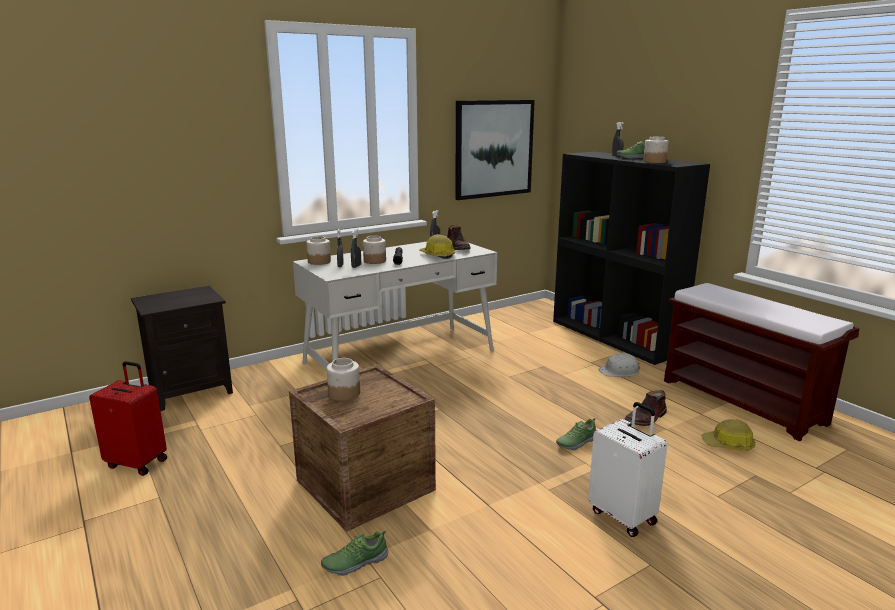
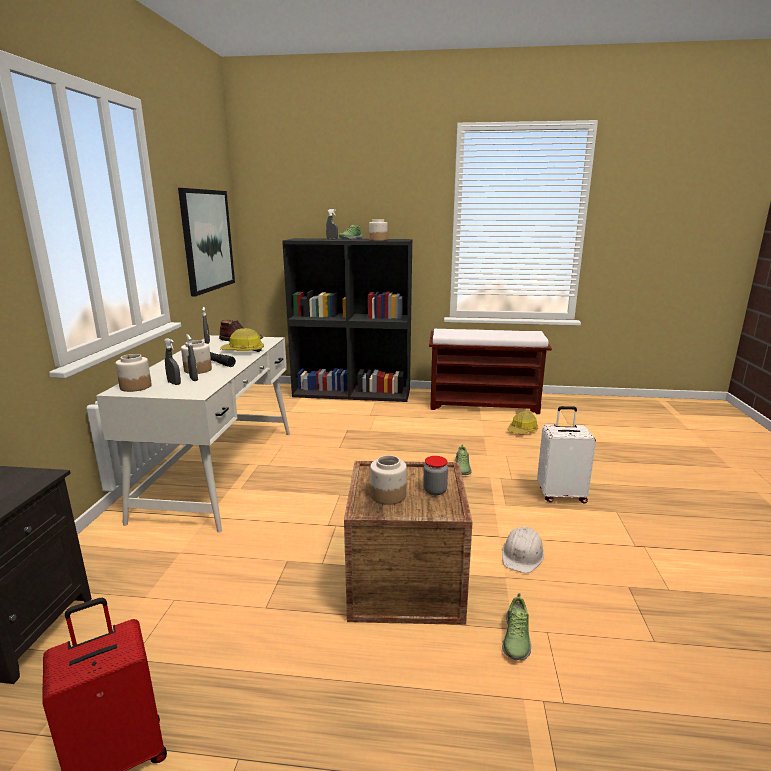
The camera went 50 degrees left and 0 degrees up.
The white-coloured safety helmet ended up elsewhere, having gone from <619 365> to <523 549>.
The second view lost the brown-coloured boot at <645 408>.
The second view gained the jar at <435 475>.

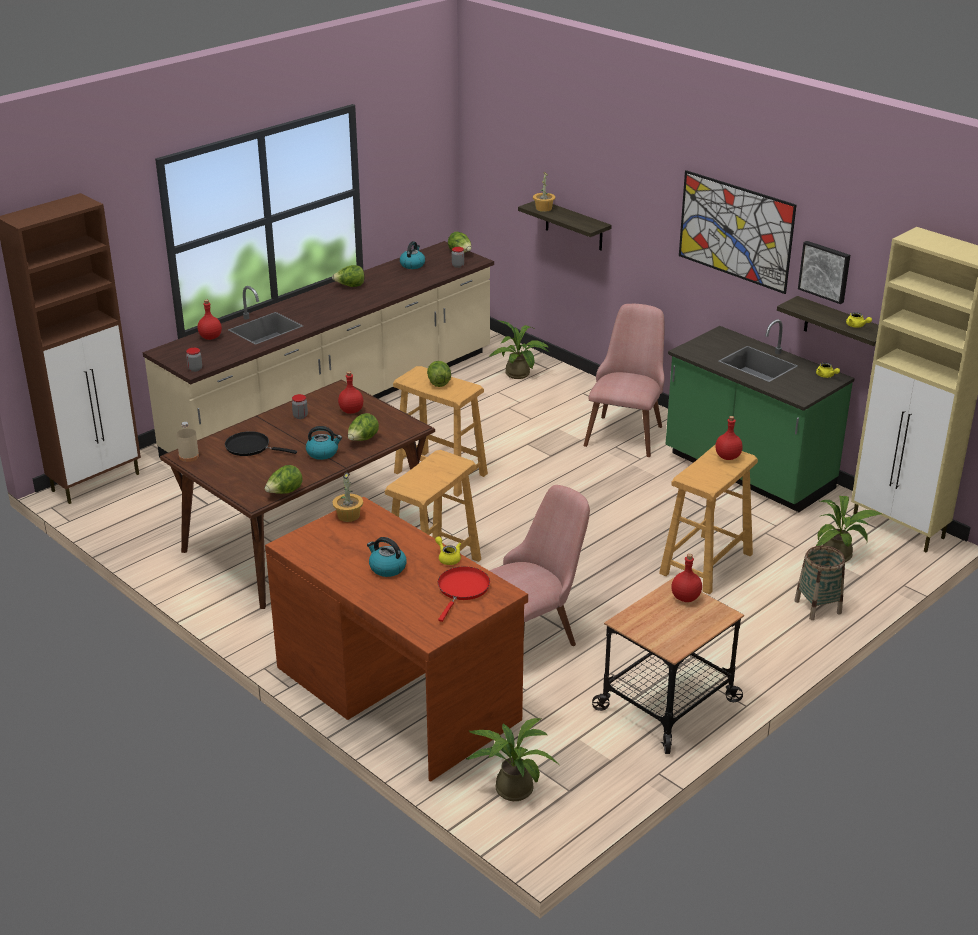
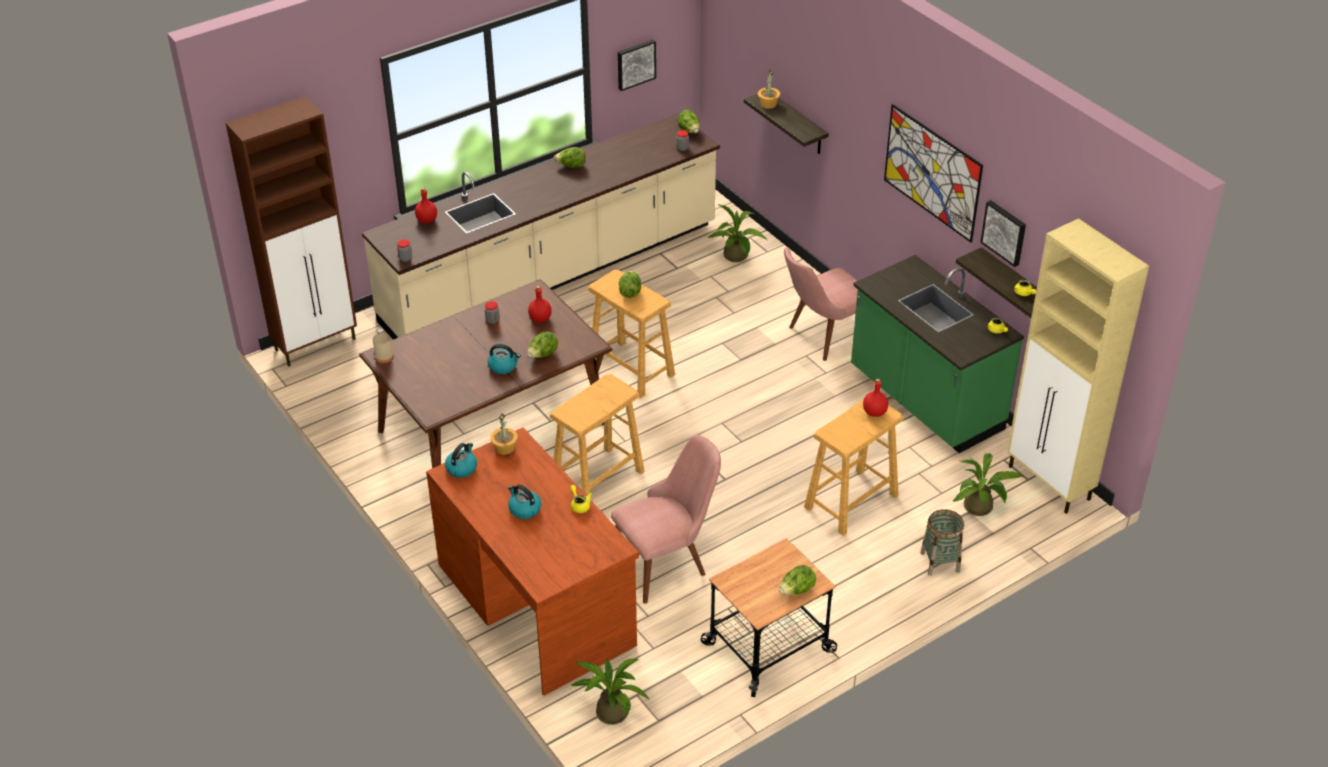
The camera went 10 degrees right and 10 degrees up.
The water kettle ended up elsewhere, having gone from <412 255> to <461 460>.
The pink-coloured upright chair at <624 380> ended up facing another way, 150 degrees counterclockwise from before.
The second view lost the black-coloured skillet at <261 443>.
The head of lettuce ended up elsewhere, having gone from <284 479> to <797 580>.
The second view lost the reddish drink bottle at <687 578>.
The second view lost the reddish skillet at <464 594>.
The second view gained the wall art at <637 65>.

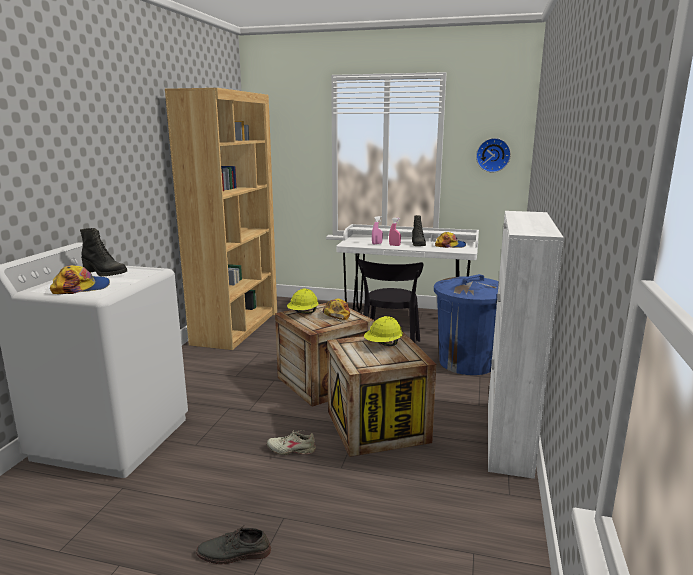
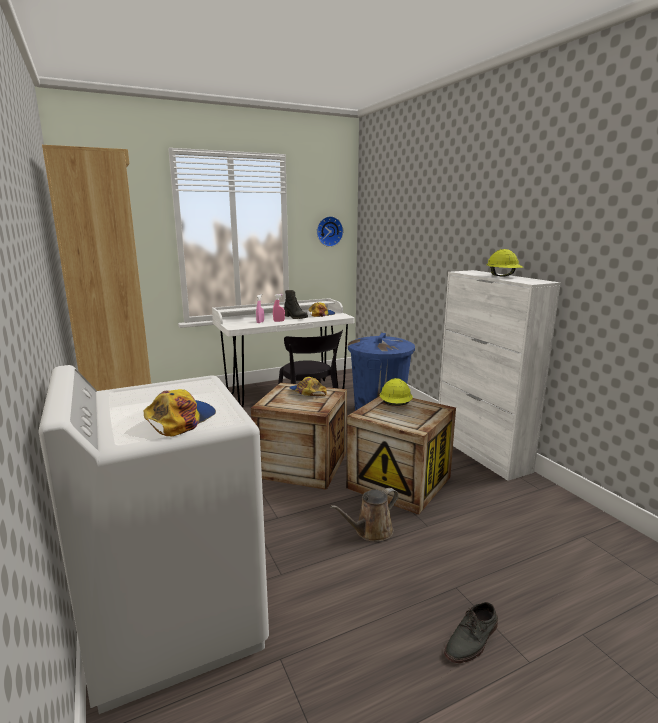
The camera went 40 degrees left and 0 degrees up.
The second view lost the black-coloured boot at <103 252>.
The yellowish safety helmet ended up elsewhere, having gone from <303 301> to <505 263>.
Where the beige item of footwear stood at <291 442>, the brown-coloured sprinkling can came to stand at <364 514>.

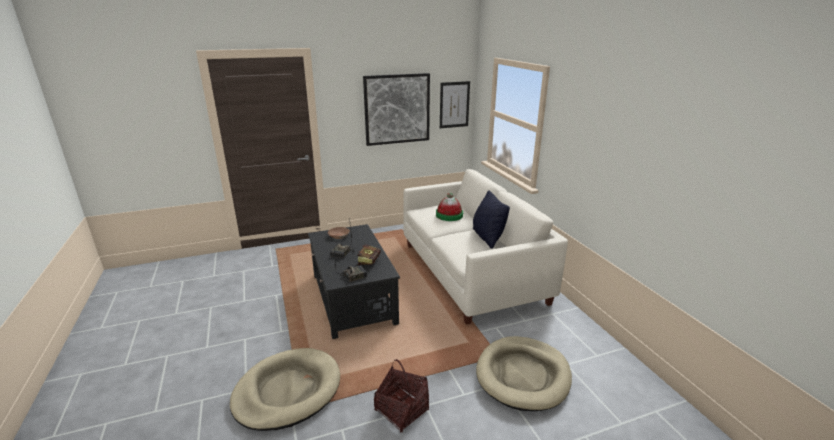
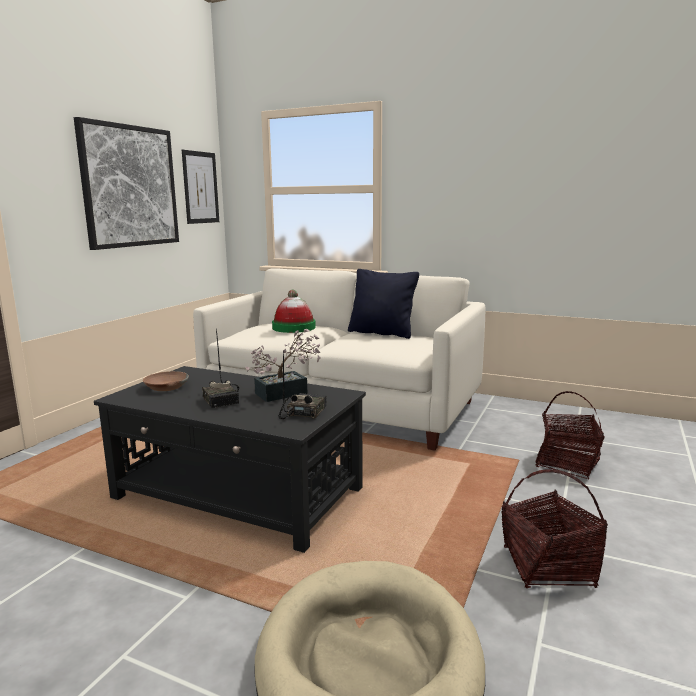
The camera went 45 degrees left and 10 degrees down.
Where the book stood at <369 254>, the houseplant came to stand at <283 365>.
Where the beige dog bed stood at <524 373>, the storage basket came to stand at <570 435>.

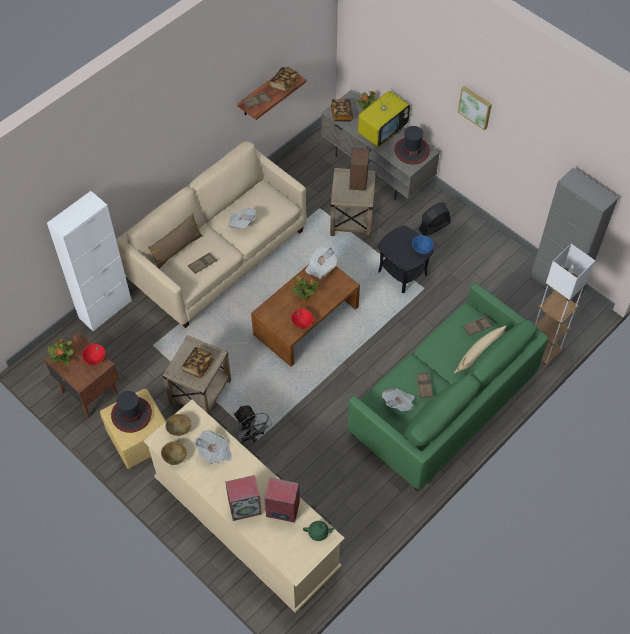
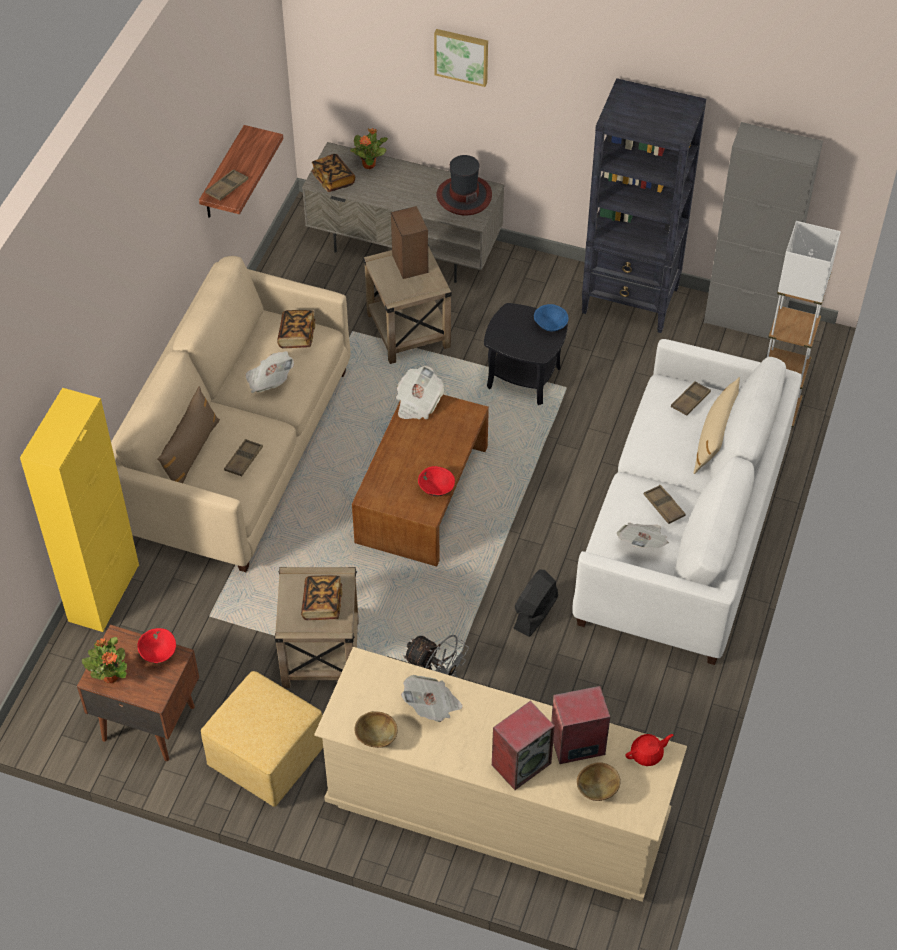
The camera went 25 degrees left and 5 degrees down.
The book ended up elsewhere, having gone from <284 80> to <296 329>.
The wall art ended up elsewhere, having gone from <475 108> to <461 58>.
The second view lost the TV at <384 117>.
What was the white-coloured storage cabinet at <89 261> turned into the yellowish storage cabinet at <79 510>.
The black-coloured fan ended up elsewhere, having gone from <435 219> to <535 603>.
The second view lost the houseplant at <304 287>.
What was the greenish settee at <447 387> turned into the white-coloured settee at <687 502>.
The second view lost the wearable hat at <131 412>.
The brown-coloured serving bowl ended up elsewhere, having gone from <178 425> to <599 781>.
What was the greenish tea pot at <319 531> turned into the reddish tea pot at <650 750>.
The second view gained the black-coloured bookshelf at <644 205>.

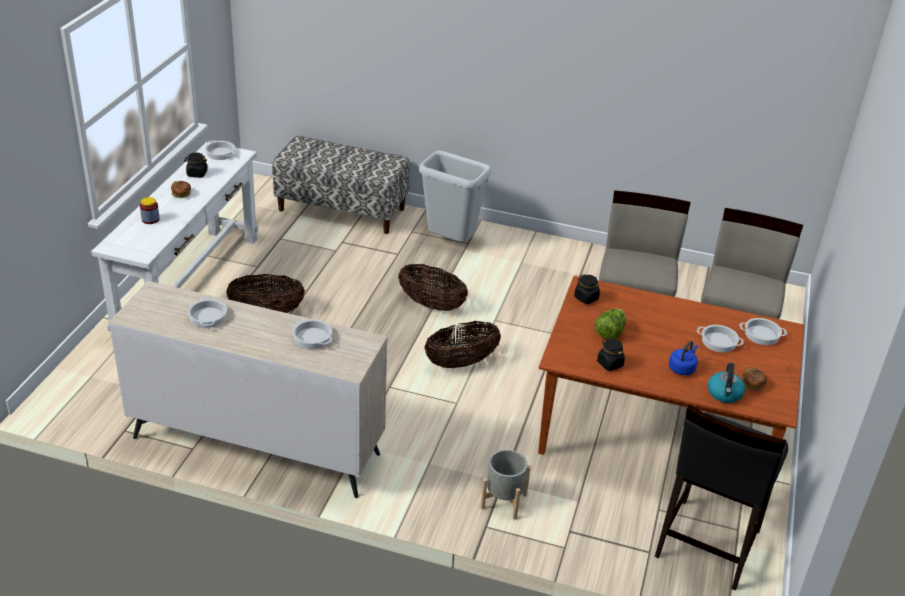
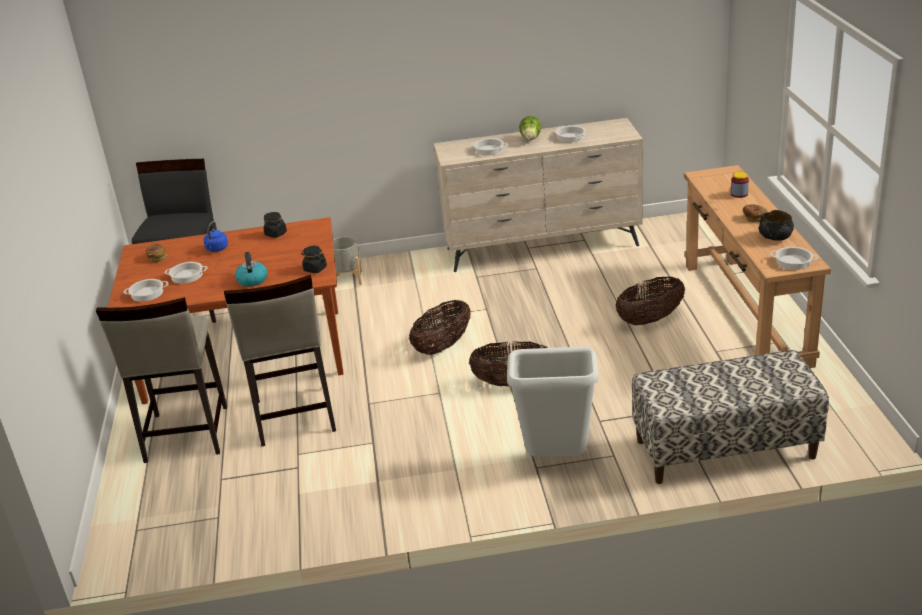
The camera went 160 degrees right and 5 degrees down.
What was the white-coloured narrow table at <174 237> turned into the brown-coloured narrow table at <757 266>.
Where the black-coloured jar stood at <196 165>, the black-coloured serving bowl came to stand at <776 225>.
The head of lettuce ended up elsewhere, having gone from <610 324> to <530 128>.
The water kettle ended up elsewhere, having gone from <726 383> to <251 269>.

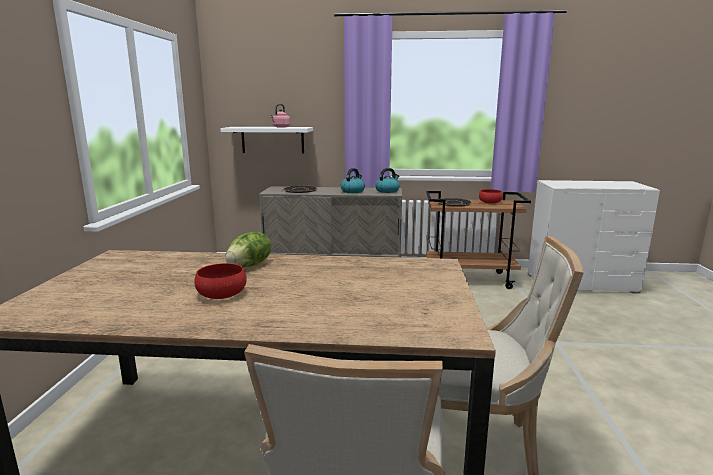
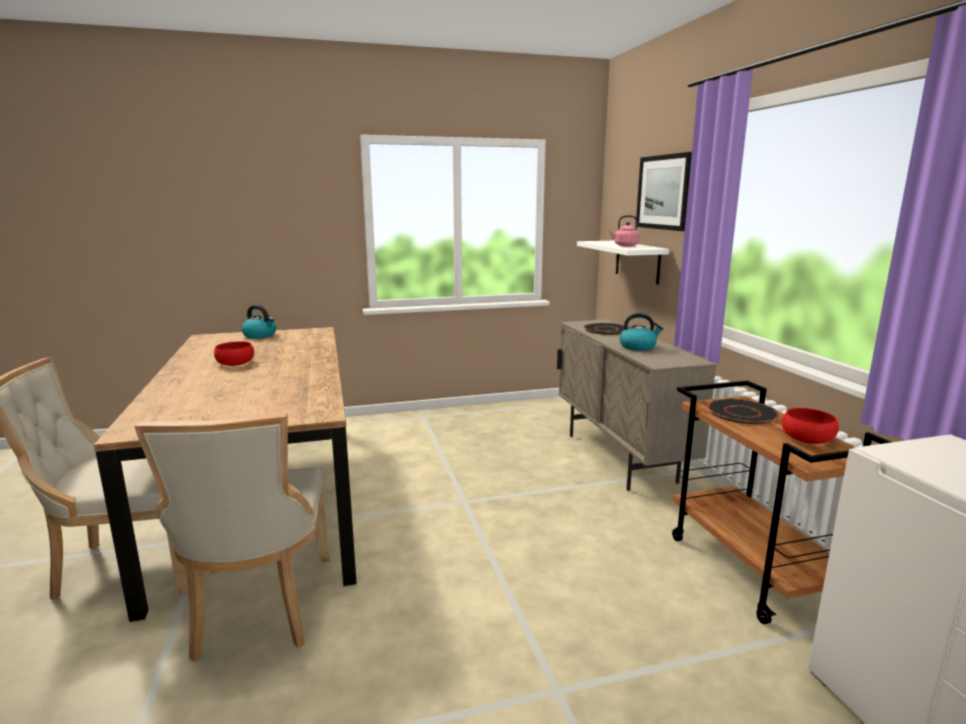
The camera went 70 degrees right and 0 degrees up.
The water kettle ended up elsewhere, having gone from <387 180> to <258 322>.
The second view lost the head of lettuce at <248 249>.
The second view gained the wall art at <664 191>.

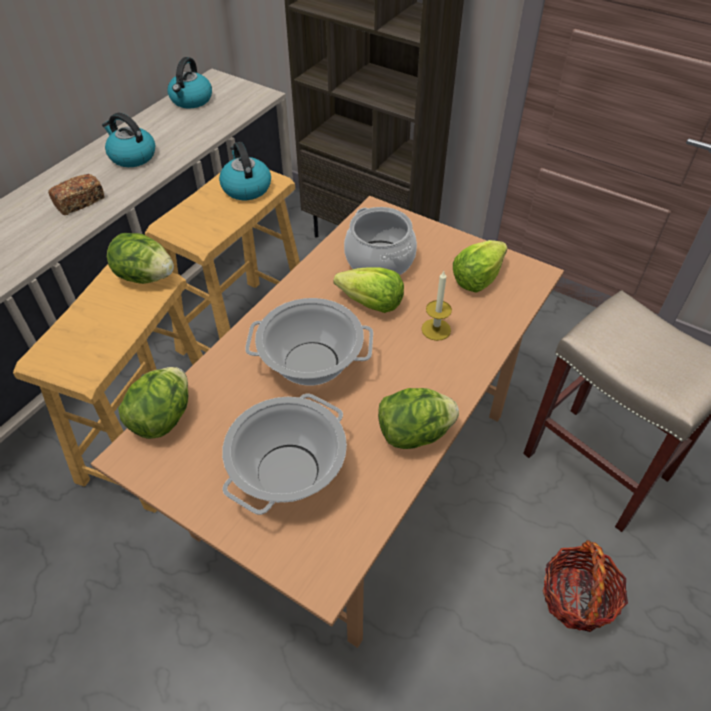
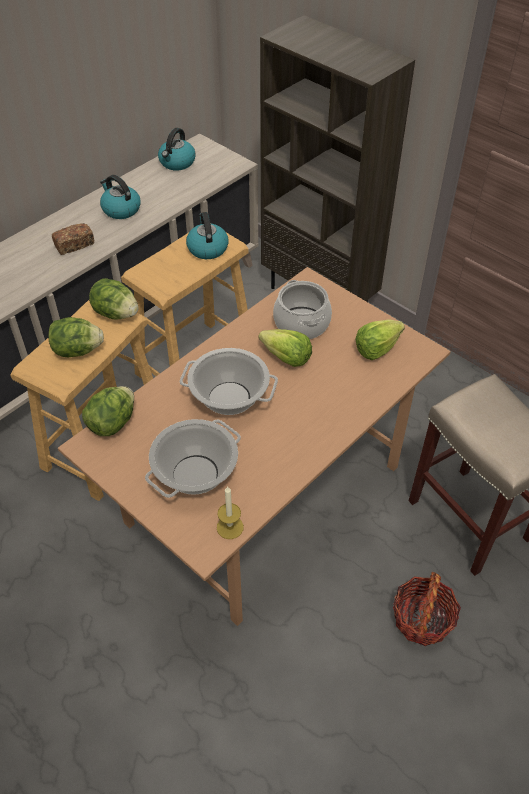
The camera went 10 degrees right and 0 degrees up.
The wax candle ended up elsewhere, having gone from <437 306> to <230 512>.
The head of lettuce ended up elsewhere, having gone from <418 418> to <76 337>.

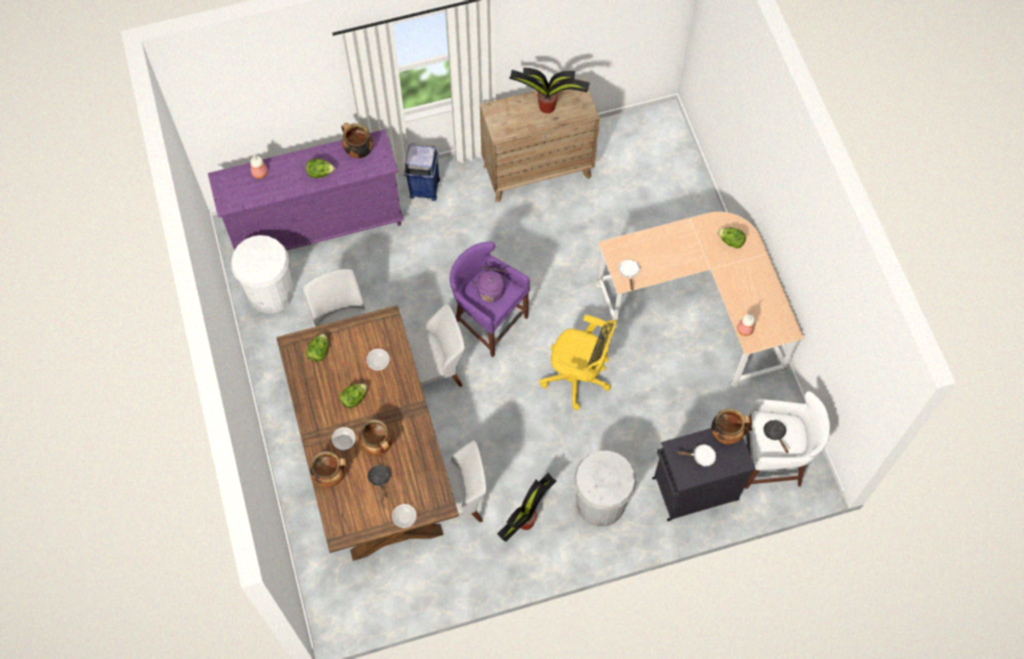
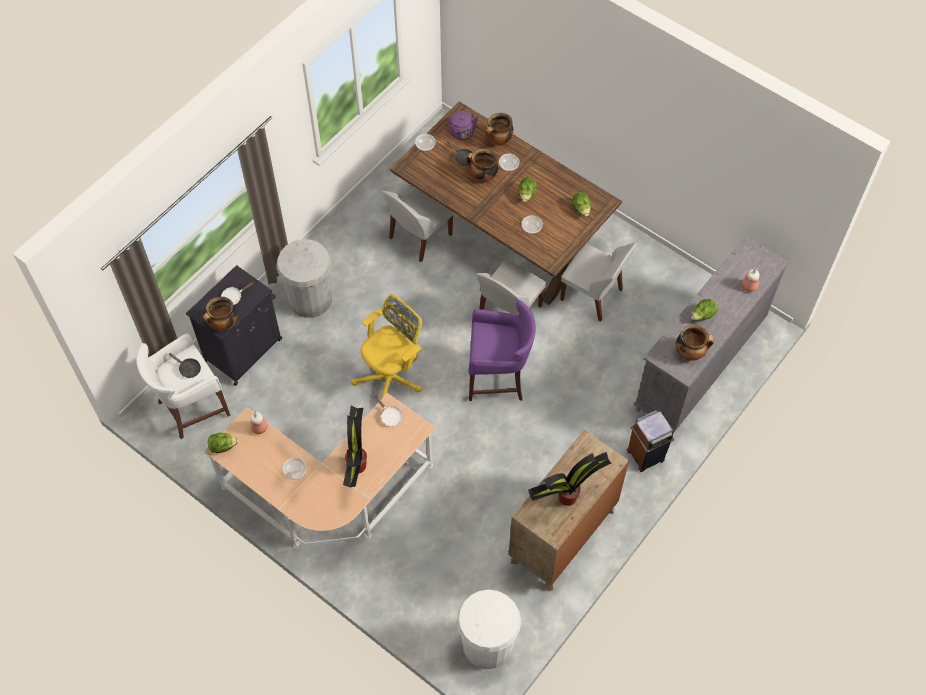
The camera went 145 degrees right and 5 degrees down.
What was the purple-coloured drawer chest at <306 190> turned into the gray drawer chest at <710 335>.
What was the blue-coloured trash can at <422 172> turned into the brown-coloured trash can at <650 441>.
The head of lettuce ended up elsewhere, having gone from <732 238> to <223 442>.
The white-coloured trash can ended up elsewhere, having gone from <262 274> to <489 629>.
The purple-coloured water kettle ended up elsewhere, having gone from <488 284> to <464 125>.
The yellowish desk chair at <578 362> ended up facing another way, 150 degrees clockwise from before.
The houseplant ended up elsewhere, having gone from <527 507> to <355 446>.
The second view gained the serving bowl at <294 468>.

